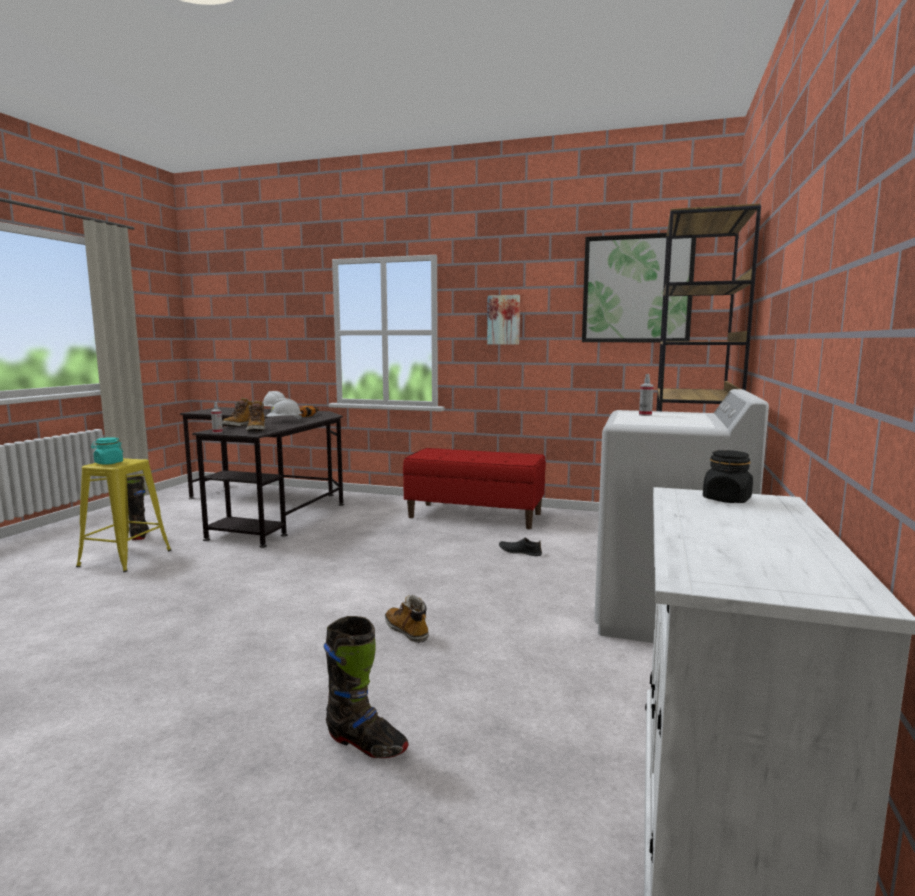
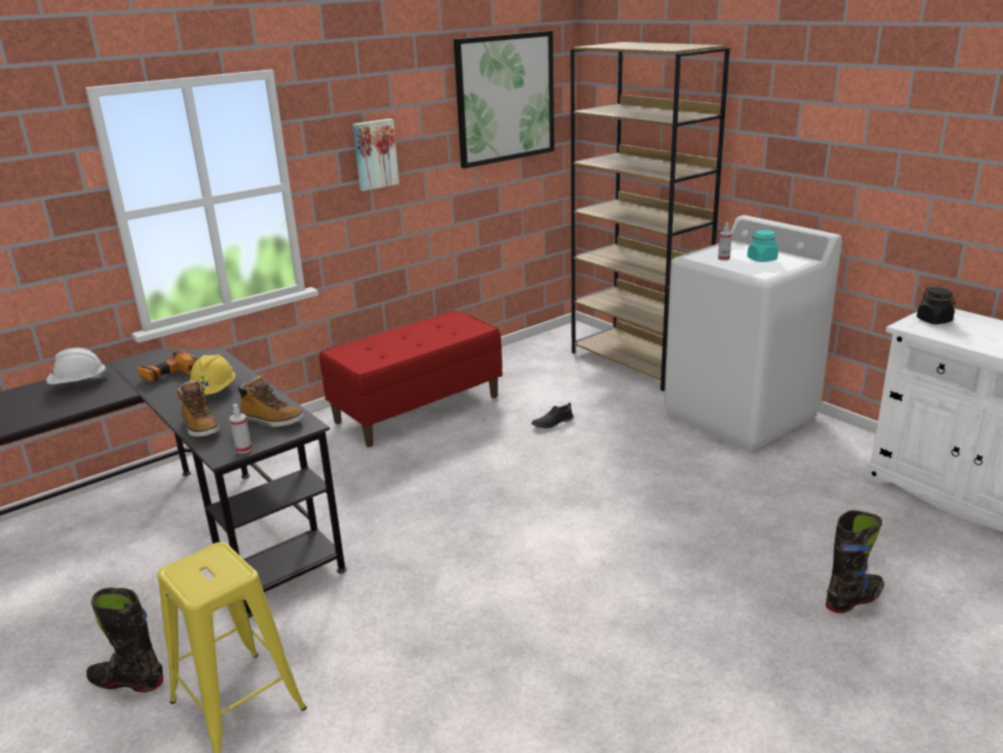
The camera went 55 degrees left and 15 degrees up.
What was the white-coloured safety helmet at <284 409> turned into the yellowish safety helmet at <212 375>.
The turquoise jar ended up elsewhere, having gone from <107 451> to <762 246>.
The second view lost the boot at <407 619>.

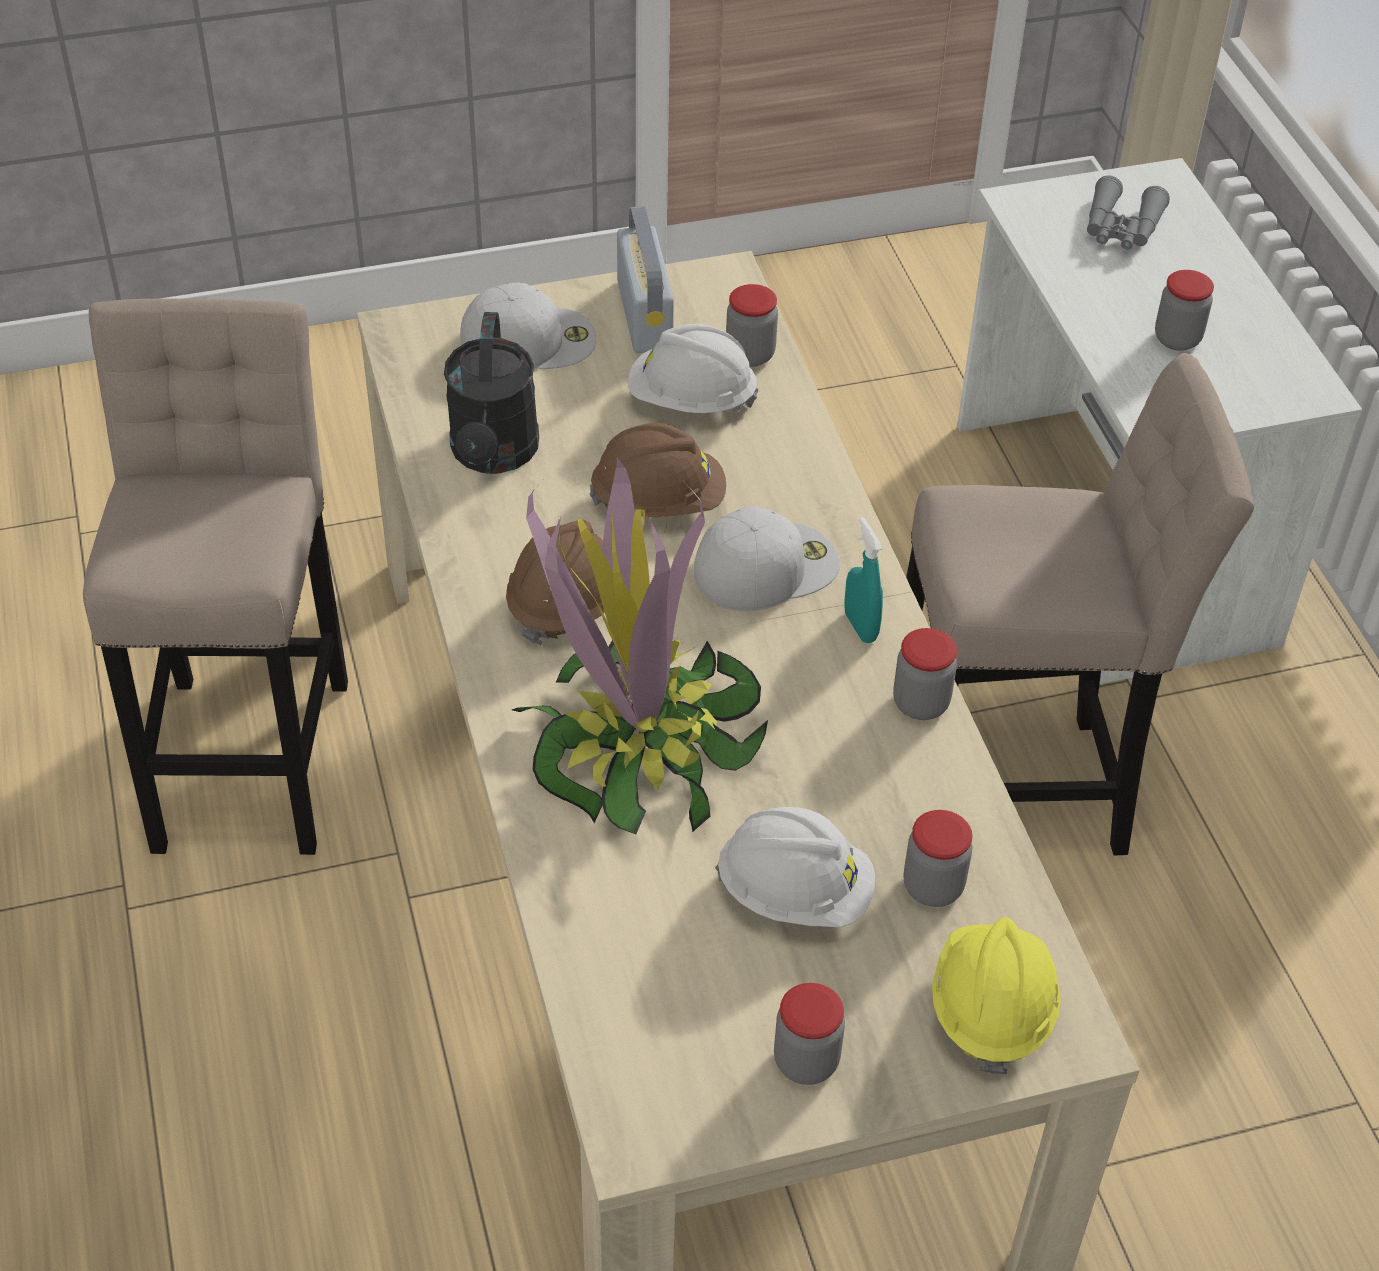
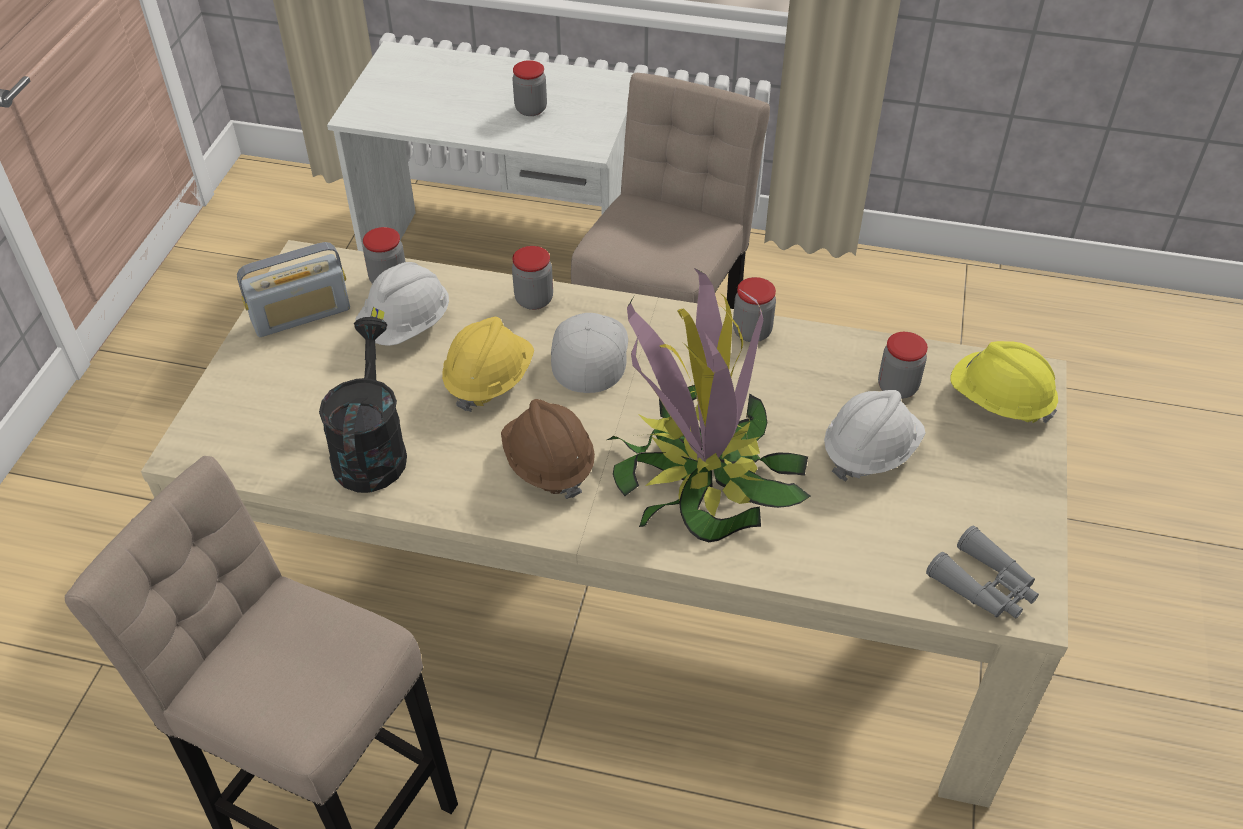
The camera went 60 degrees left and 0 degrees up.
The gray field glasses ended up elsewhere, having gone from <1128 212> to <982 572>.
The radio at <645 279> ended up facing another way, 135 degrees clockwise from before.
The second view lost the white-coloured peaked cap at <528 326>.
The black-coloured sprinkling can at <491 393> ended up facing another way, 120 degrees counterclockwise from before.
What was the brown-coloured safety helmet at <658 470> turned into the yellowish safety helmet at <488 364>.
The second view lost the turquoise spray bottle at <863 580>.
The jar ended up elsewhere, having gone from <809 1034> to <532 278>.

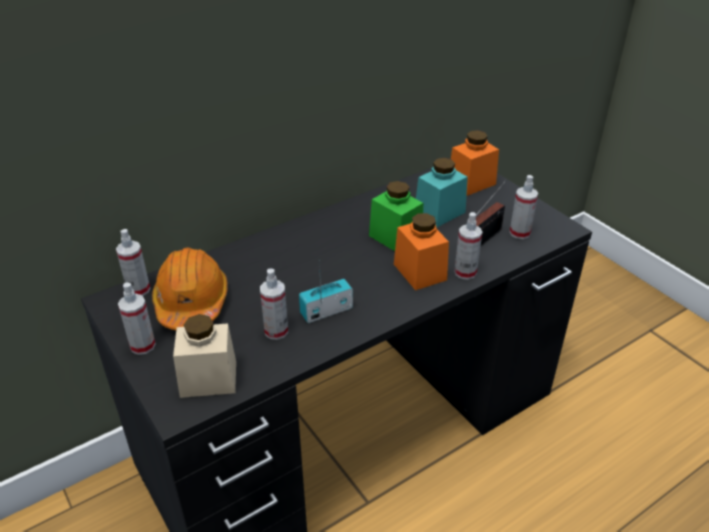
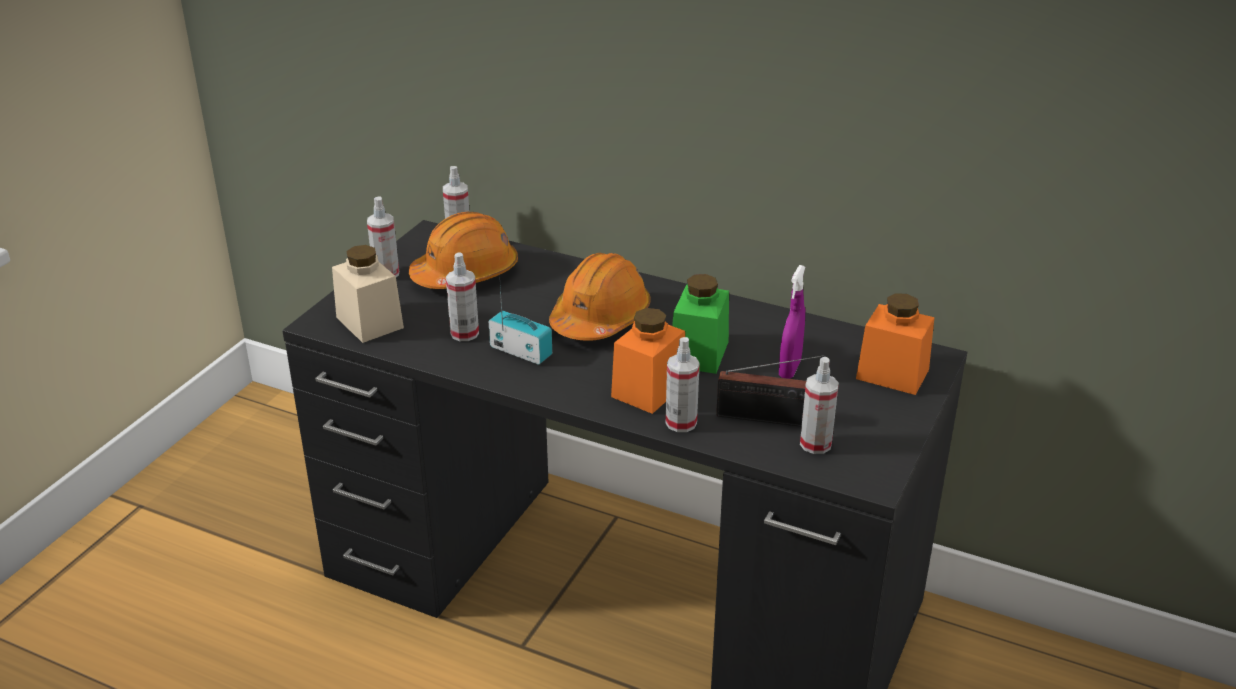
The camera went 60 degrees right and 5 degrees down.
Where the turquoise jar stood at <442 193>, the purple-coloured spray bottle came to stand at <792 322>.
The second view gained the orange safety helmet at <600 297>.

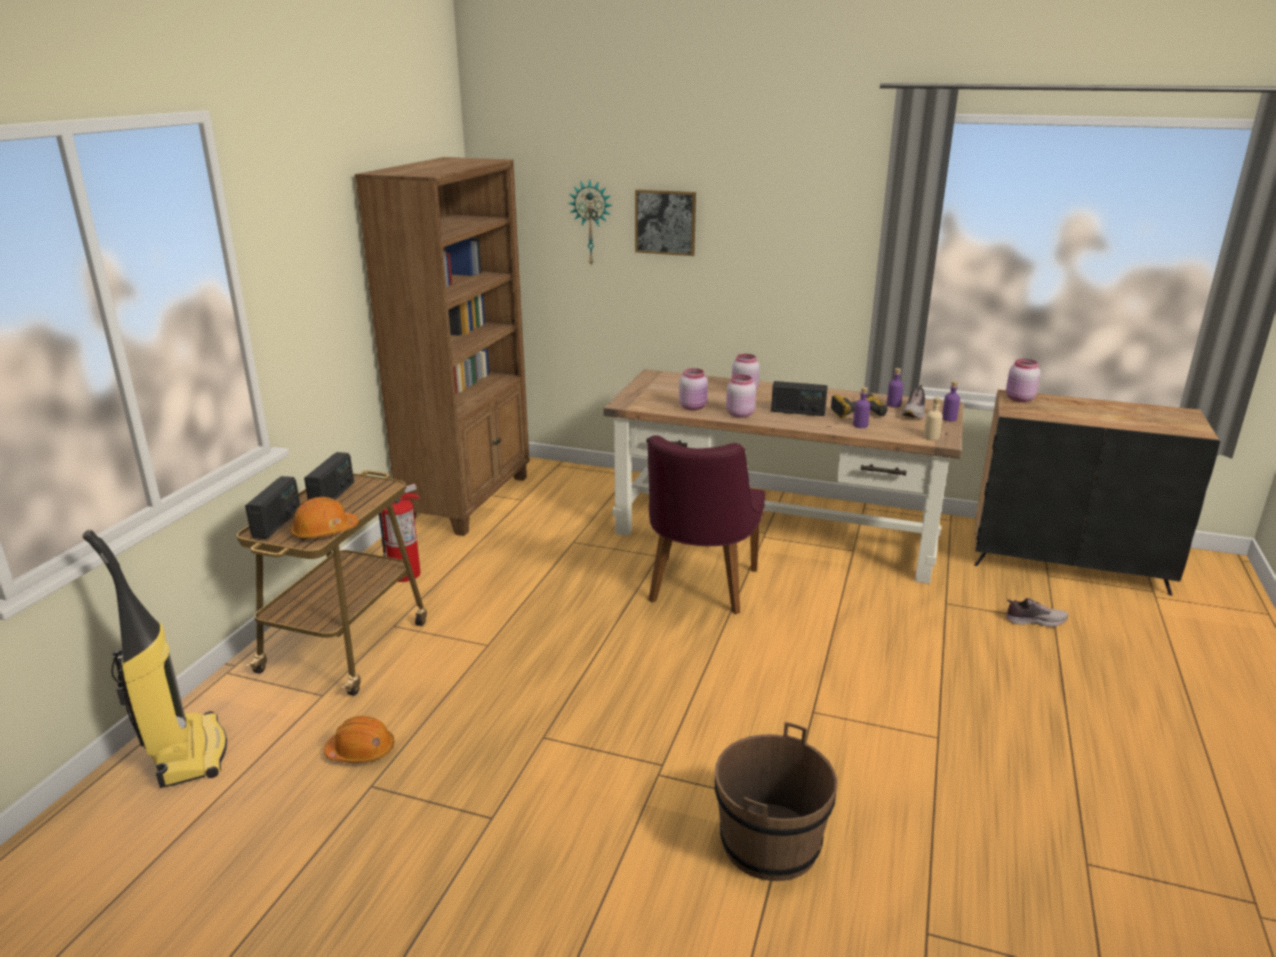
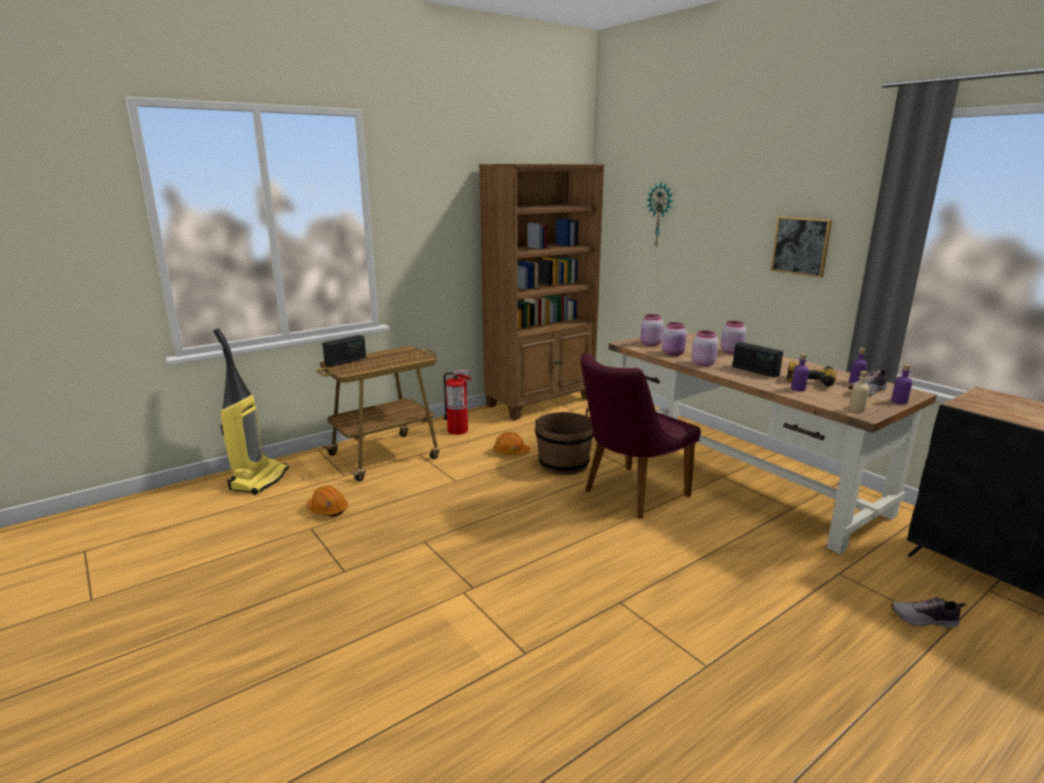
The camera went 35 degrees right and 5 degrees down.
The wall art ended up elsewhere, having gone from <665 222> to <801 247>.
The pink-coloured jar ended up elsewhere, having gone from <1023 380> to <652 330>.
The second view lost the radio at <329 476>.
The orange safety helmet ended up elsewhere, having gone from <324 518> to <511 443>.
The item of footwear at <1037 612> ended up facing another way, 150 degrees clockwise from before.
The brown-coloured pail ended up elsewhere, having gone from <776 801> to <564 441>.

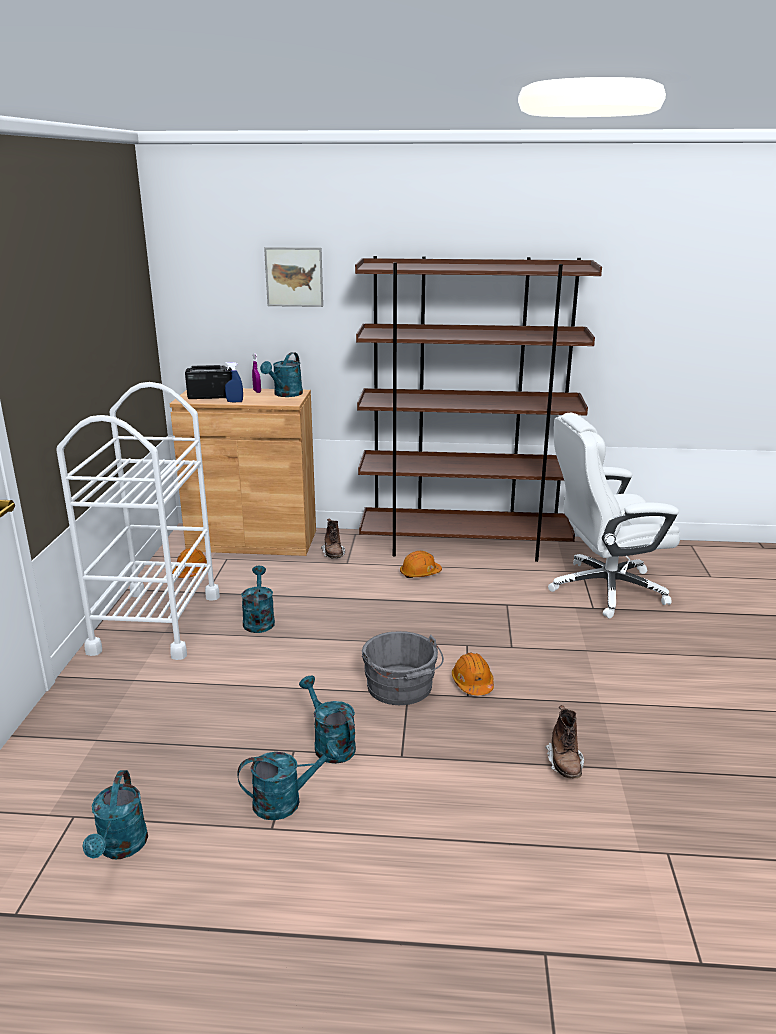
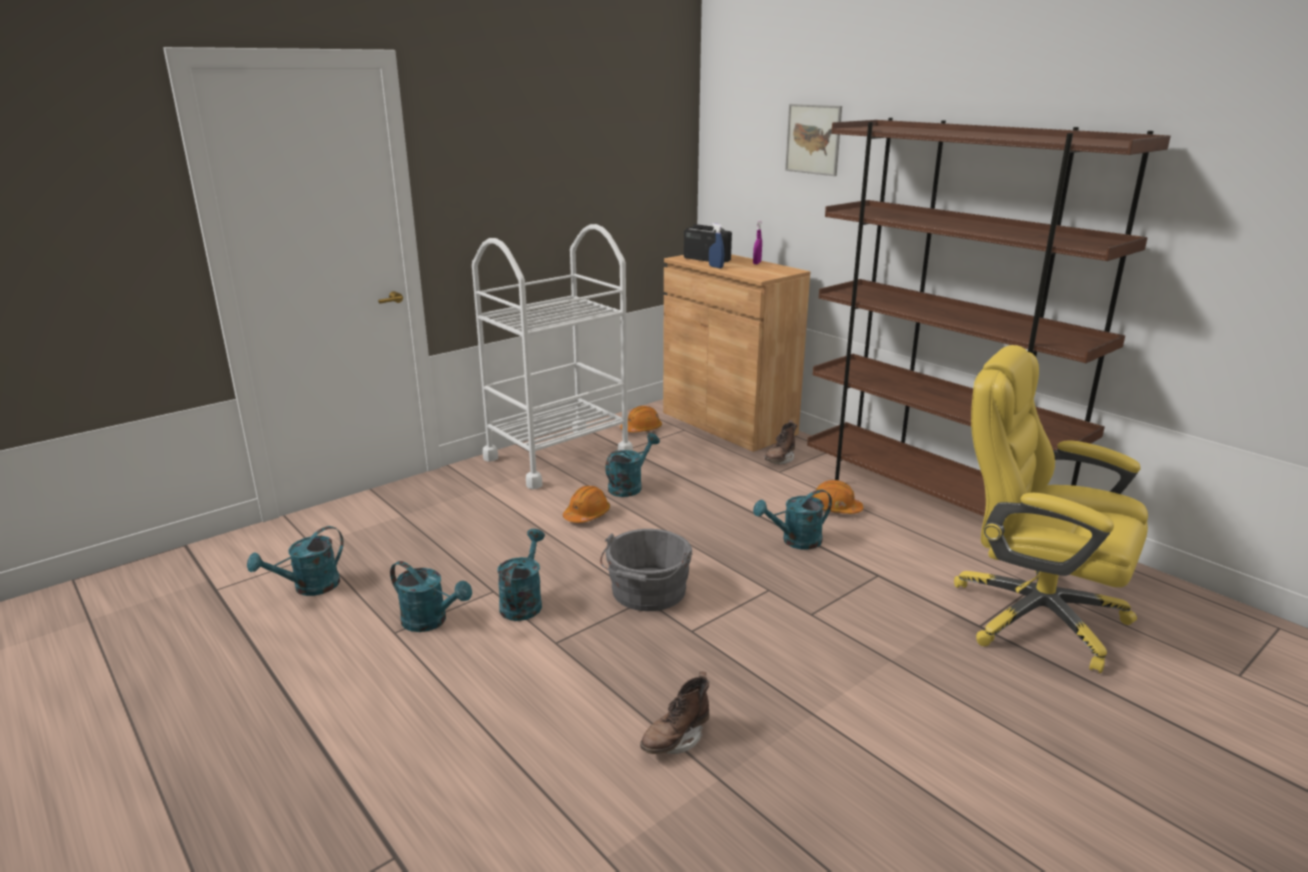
The camera went 45 degrees right and 0 degrees up.
The turquoise sprinkling can ended up elsewhere, having gone from <281 374> to <792 519>.
What was the white-coloured desk chair at <614 516> turned into the yellowish desk chair at <1051 509>.
The orange safety helmet ended up elsewhere, having gone from <473 674> to <586 504>.

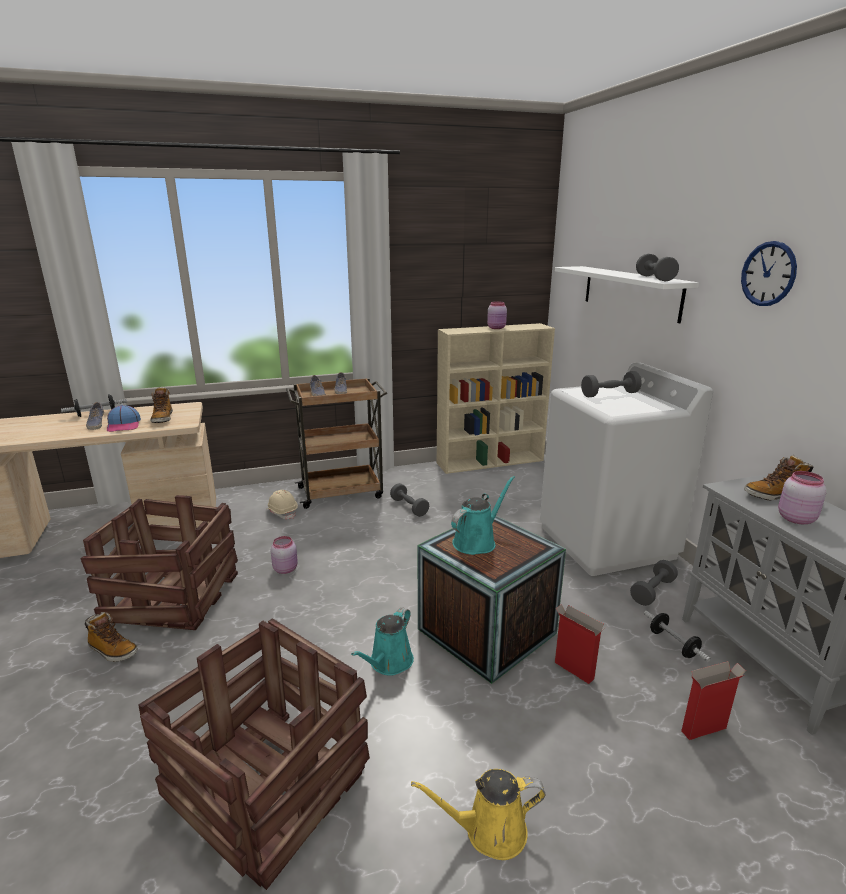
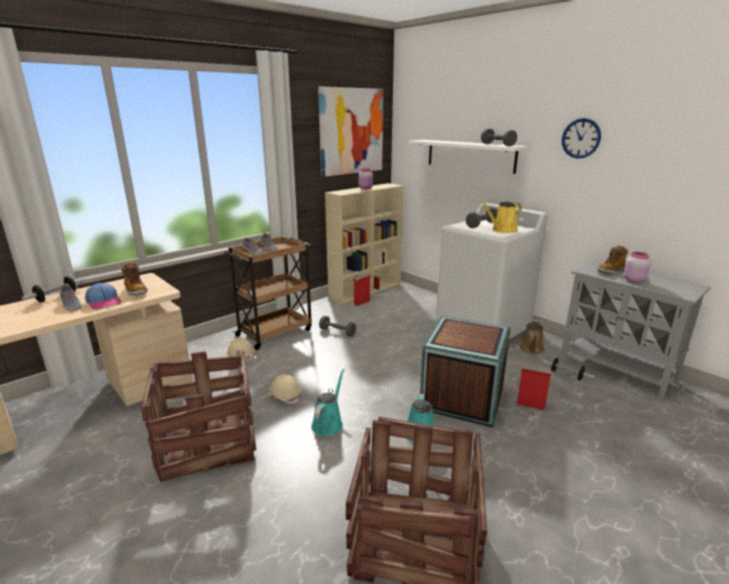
The camera went 25 degrees left and 0 degrees up.
The turquoise sprinkling can ended up elsewhere, having gone from <483 515> to <328 402>.
Where the pink-coloured jar stood at <284 555>, the beige safety helmet came to stand at <284 389>.
Where the gray free weight stood at <654 583>, the brown-coloured sprinkling can came to stand at <532 337>.
The second view lost the boot at <111 637>.
The packing box ended up elsewhere, having gone from <713 700> to <362 290>.
The yellowish sprinkling can ended up elsewhere, having gone from <478 814> to <501 217>.
The second view gained the wall art at <350 132>.

